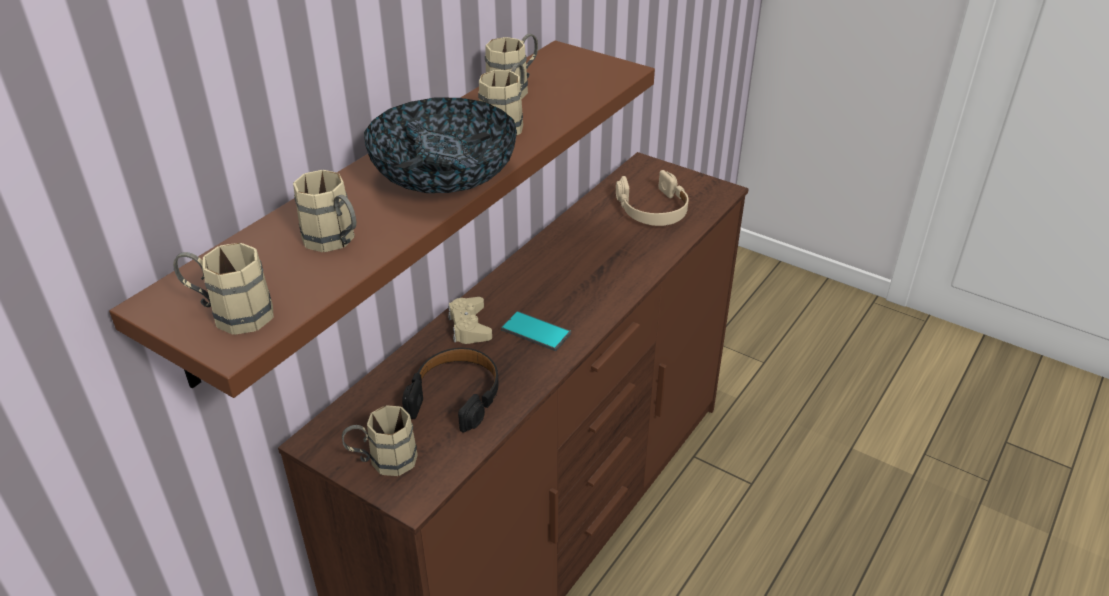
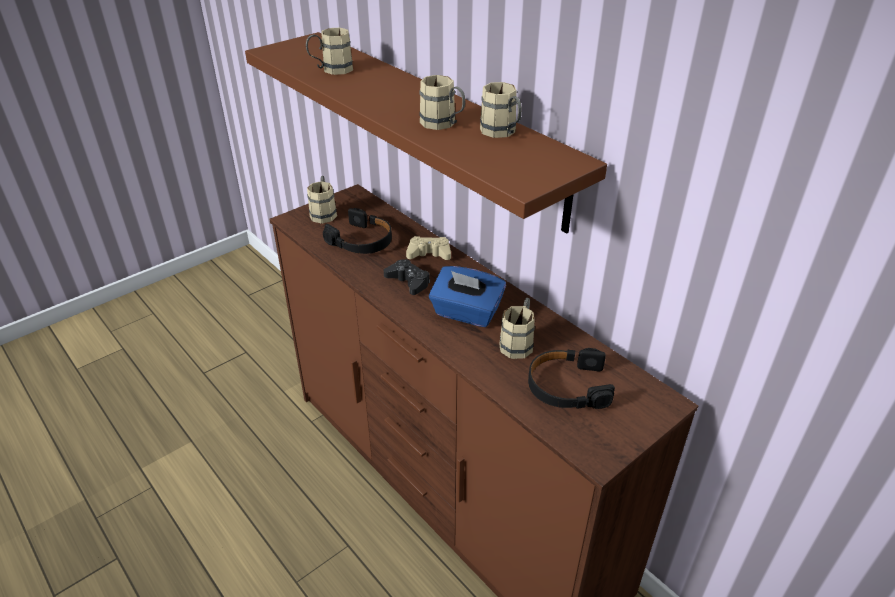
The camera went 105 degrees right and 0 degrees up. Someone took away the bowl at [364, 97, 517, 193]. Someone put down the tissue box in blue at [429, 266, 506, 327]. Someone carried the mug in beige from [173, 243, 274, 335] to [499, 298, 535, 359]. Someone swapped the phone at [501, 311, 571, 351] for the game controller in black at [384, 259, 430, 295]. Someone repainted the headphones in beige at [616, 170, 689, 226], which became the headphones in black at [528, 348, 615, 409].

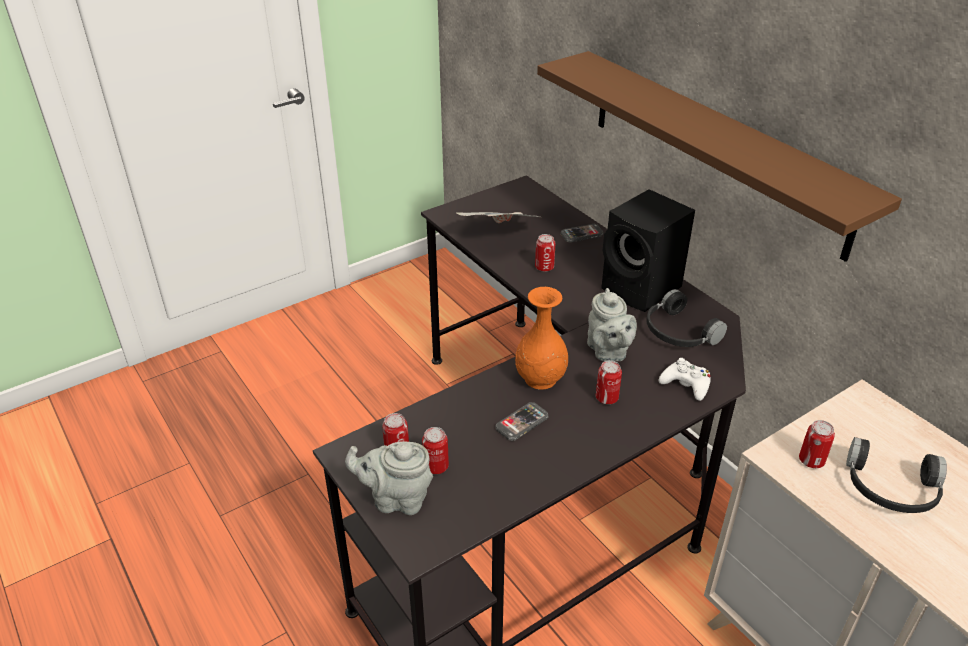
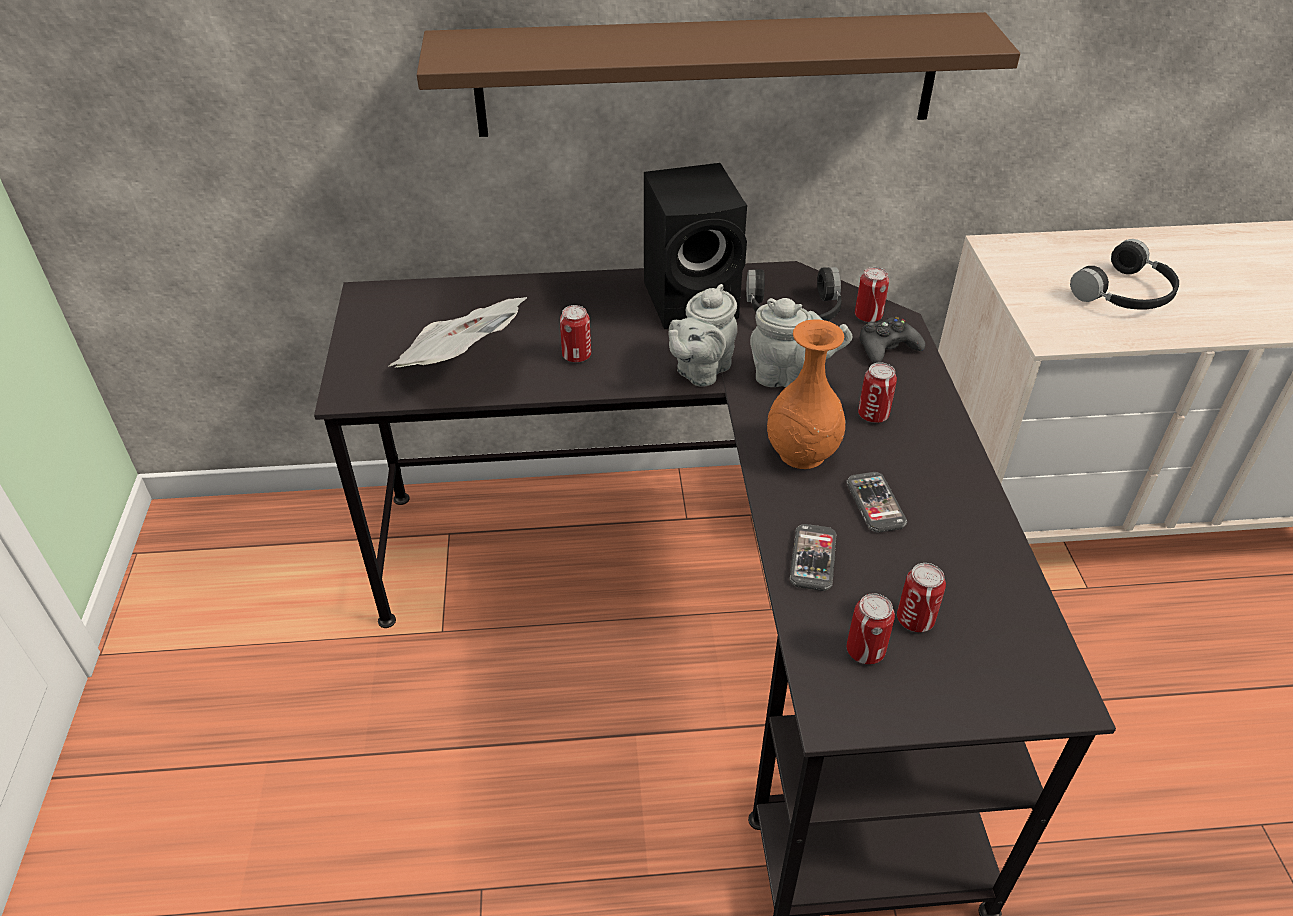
The camera went 60 degrees left and 5 degrees up. Someone carried the teapot in grey from [345, 441, 433, 515] to [669, 284, 737, 386]. Someone carried the phone from [560, 224, 604, 243] to [790, 524, 837, 591]. Someone carried the can from [799, 420, 835, 468] to [855, 267, 889, 322]. Someone repainted the game controller in white at [659, 358, 711, 401], which became the game controller in black at [860, 317, 925, 363].

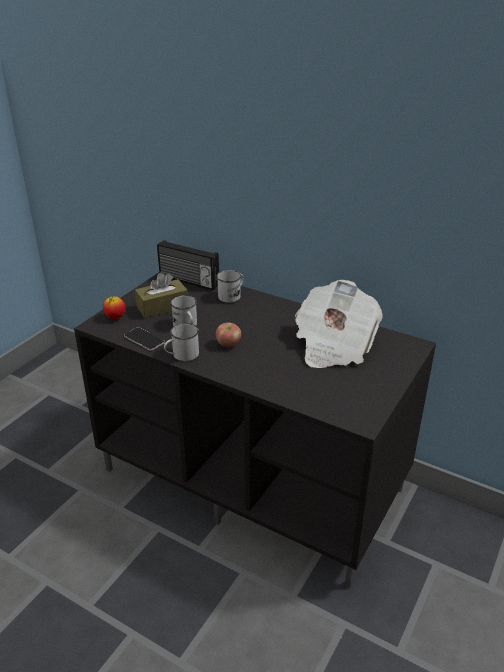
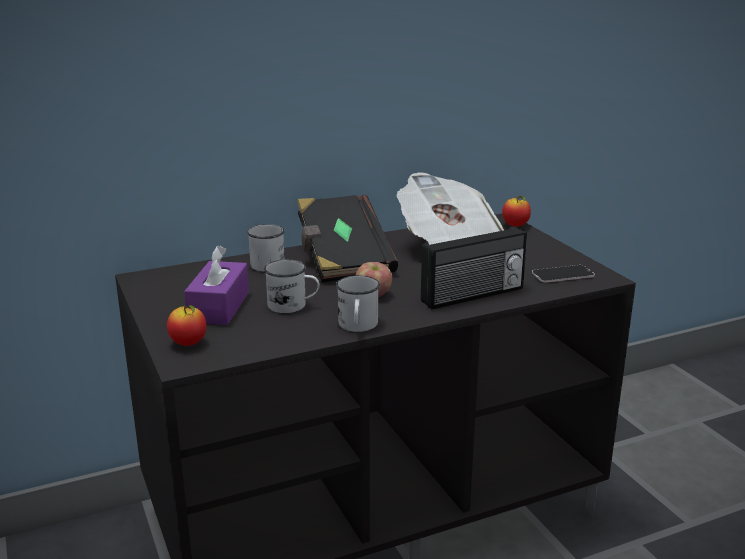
The camera went 55 degrees left and 10 degrees down. Someone put down the book in black at [297, 194, 398, 282]. Someone put down the apple at [502, 196, 531, 227]. Someone carried the phone from [124, 328, 165, 351] to [532, 265, 595, 283]. Someone carried the radio from [157, 240, 219, 290] to [421, 226, 527, 310]. Someone repainted the tissue box in brown at [135, 273, 188, 318], which became the tissue box in purple at [184, 245, 249, 325].

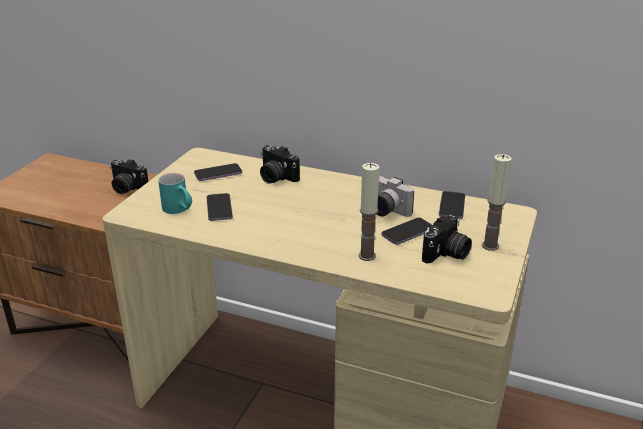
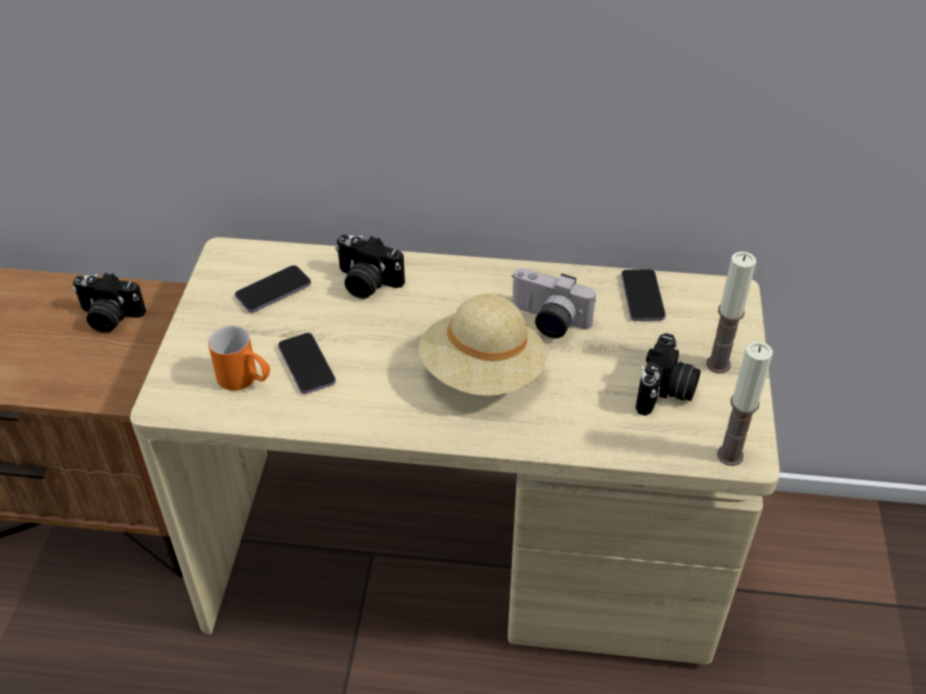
The camera went 15 degrees left and 15 degrees up. Someone took away the phone at [381, 218, 433, 245]. Someone put down the hat in beige at [419, 294, 547, 396]. Someone carried the candle from [359, 163, 379, 261] to [717, 341, 773, 466]. Someone repainted the mug in turquoise at [158, 173, 192, 214], which became the mug in orange at [208, 325, 270, 390].

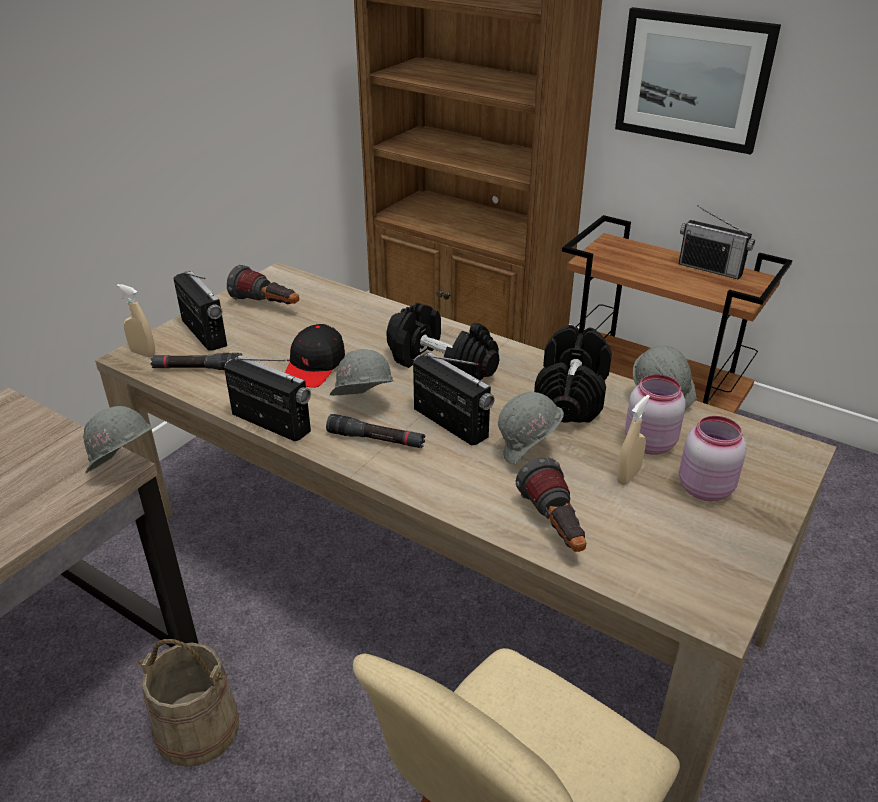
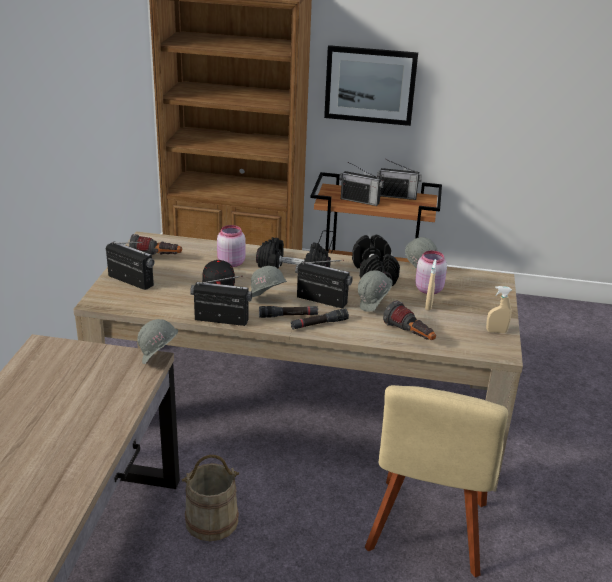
The camera went 25 degrees left and 5 degrees down. Someone put down the radio at [339, 162, 384, 206]. Someone carried the spray bottle in beige from [117, 284, 155, 357] to [486, 286, 512, 333]. Someone carried the flashlight in black from [151, 353, 242, 370] to [291, 308, 349, 329]. Someone carried the jar in pink from [679, 416, 747, 501] to [217, 225, 246, 267].

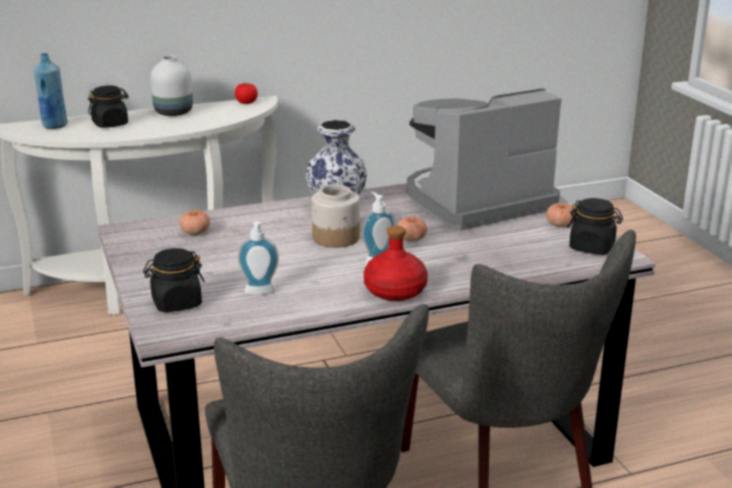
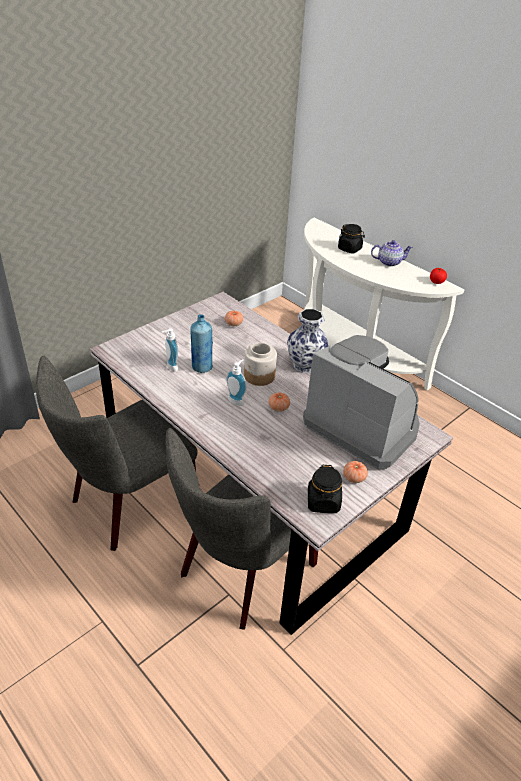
The camera went 65 degrees right and 15 degrees up. Someone took away the jar in black at [143, 248, 205, 312]. Someone took away the bottle in red at [364, 226, 428, 301]. Someone carried the bottle in blue from [34, 53, 68, 129] to [190, 314, 213, 373]. Someone swapped the vase in white at [151, 56, 193, 116] for the teapot at [371, 240, 413, 267].

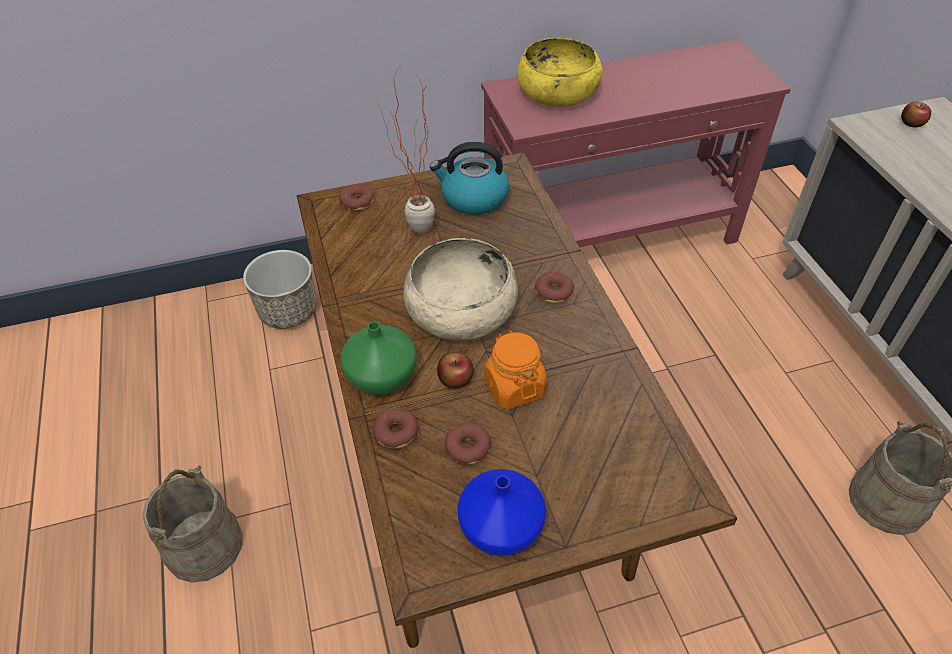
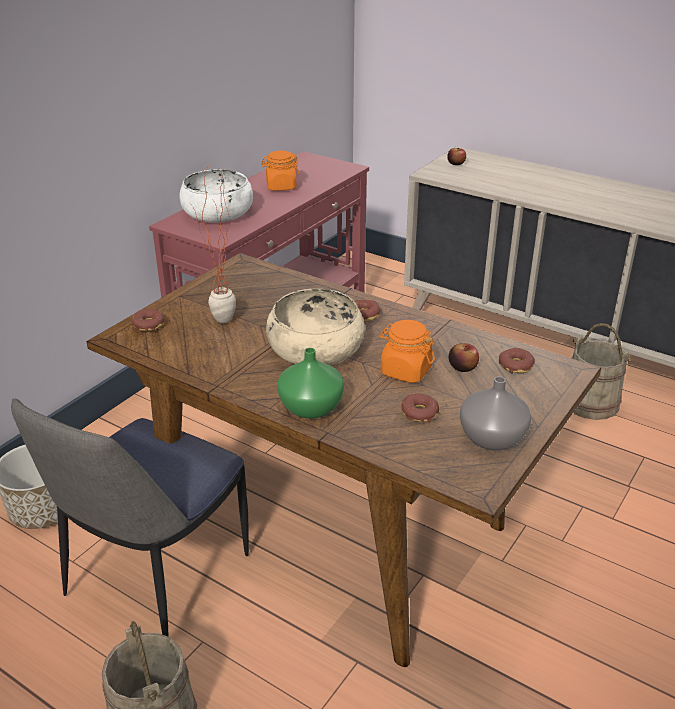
The camera went 40 degrees left and 15 degrees down. Someone took away the kettle at [430, 142, 509, 215]. Someone put down the chair at [11, 398, 249, 637]. Someone put down the jar in orange at [261, 151, 299, 191]. Someone carried the donut from [373, 408, 418, 449] to [499, 348, 535, 374]. Someone carried the apple from [437, 352, 473, 388] to [448, 343, 479, 372]. Someone repainted the vase in blue at [457, 469, 546, 556], which became the vase in grey at [460, 376, 531, 450]. Someone repainted the bowl in yellow at [517, 38, 602, 107], which became the bowl in white at [179, 169, 253, 223].

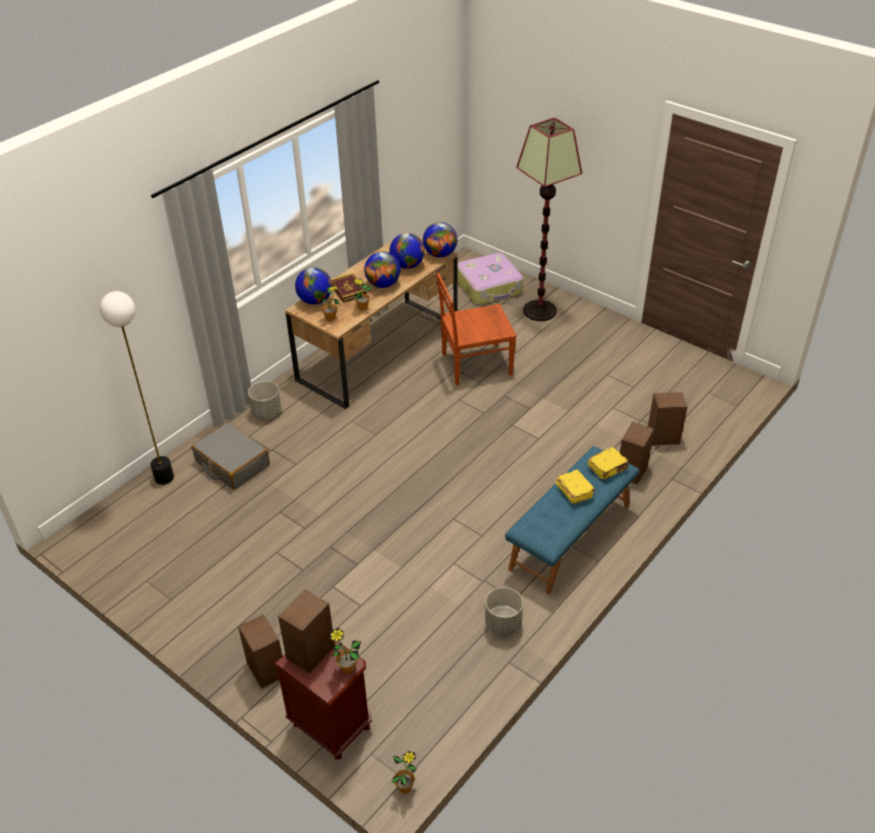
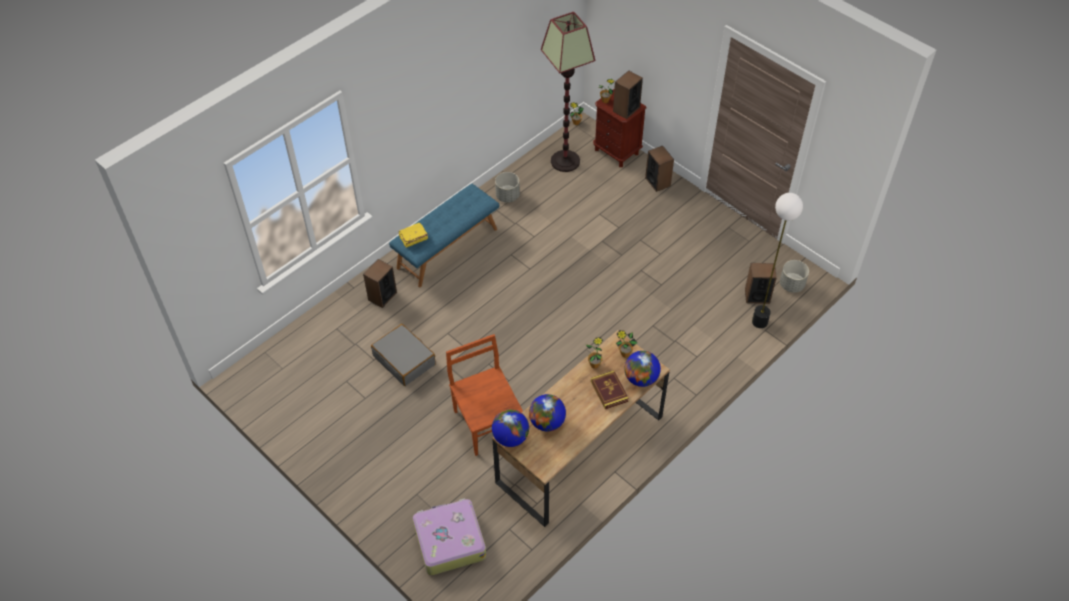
The camera went 175 degrees left and 10 degrees up. Someone took away the globe at [364, 251, 400, 288]. Someone took away the book in yellow at [556, 469, 596, 504]. Someone carried the suitcase in grey from [191, 422, 270, 490] to [371, 324, 436, 386]. Someone carried the planter in grey from [248, 381, 281, 419] to [780, 260, 809, 293]. Someone carried the floor lamp from [516, 118, 582, 321] to [541, 12, 595, 172]. Someone carried the speaker from [648, 392, 687, 445] to [745, 263, 777, 304]. Someone rotated the chair in brown at [437, 273, 517, 385] by 105 degrees counterclockwise.

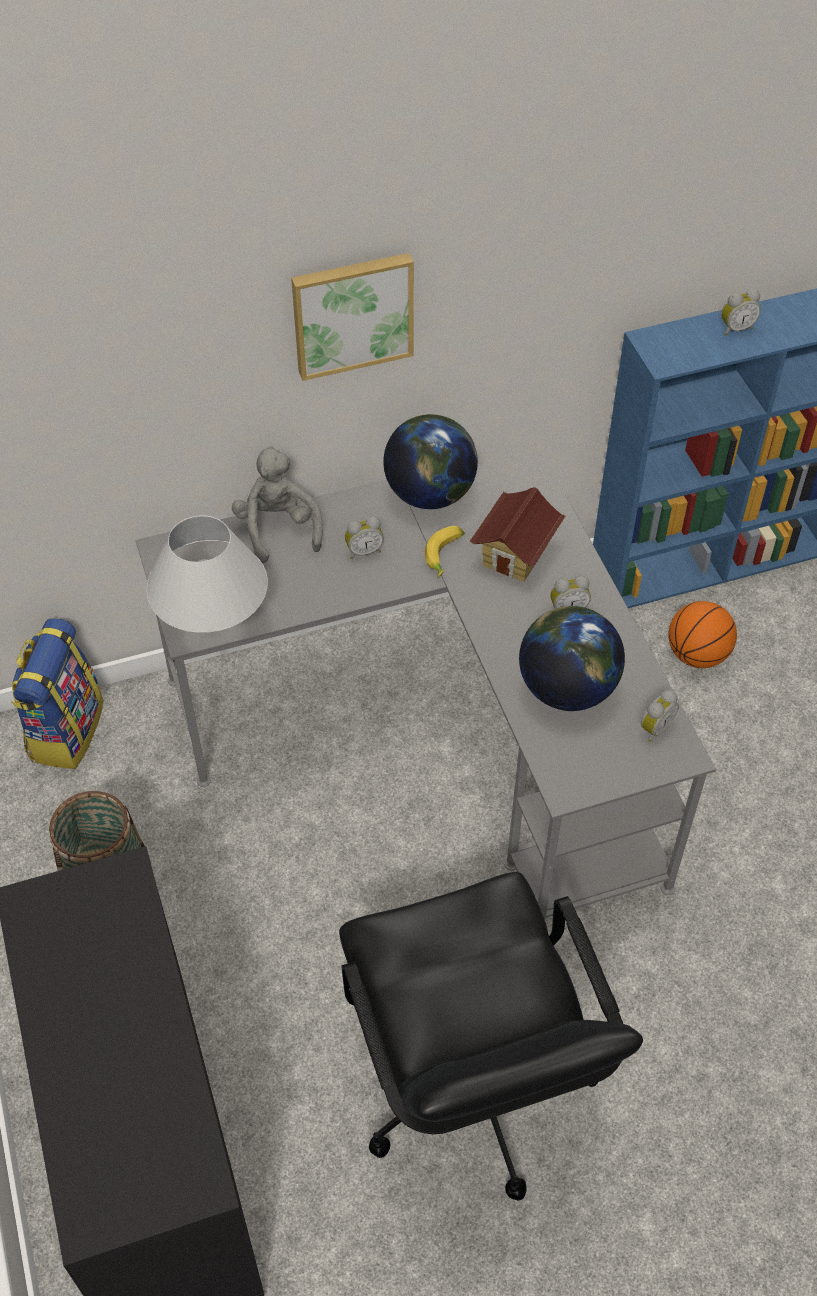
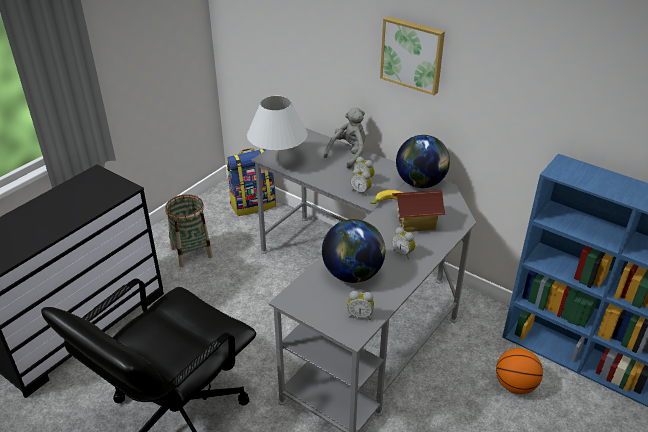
The camera went 55 degrees right and 15 degrees down. Someone carried the alarm clock from [721, 289, 761, 336] to [350, 168, 372, 196].

